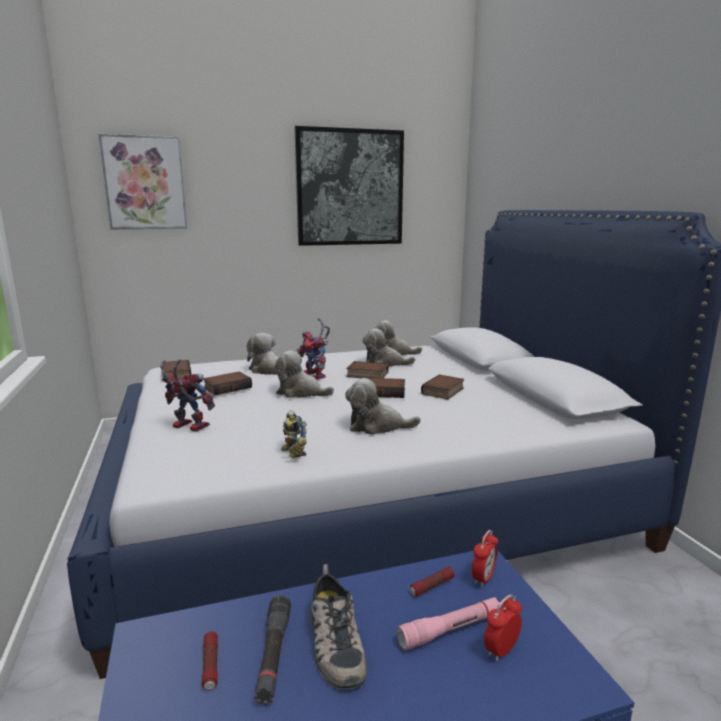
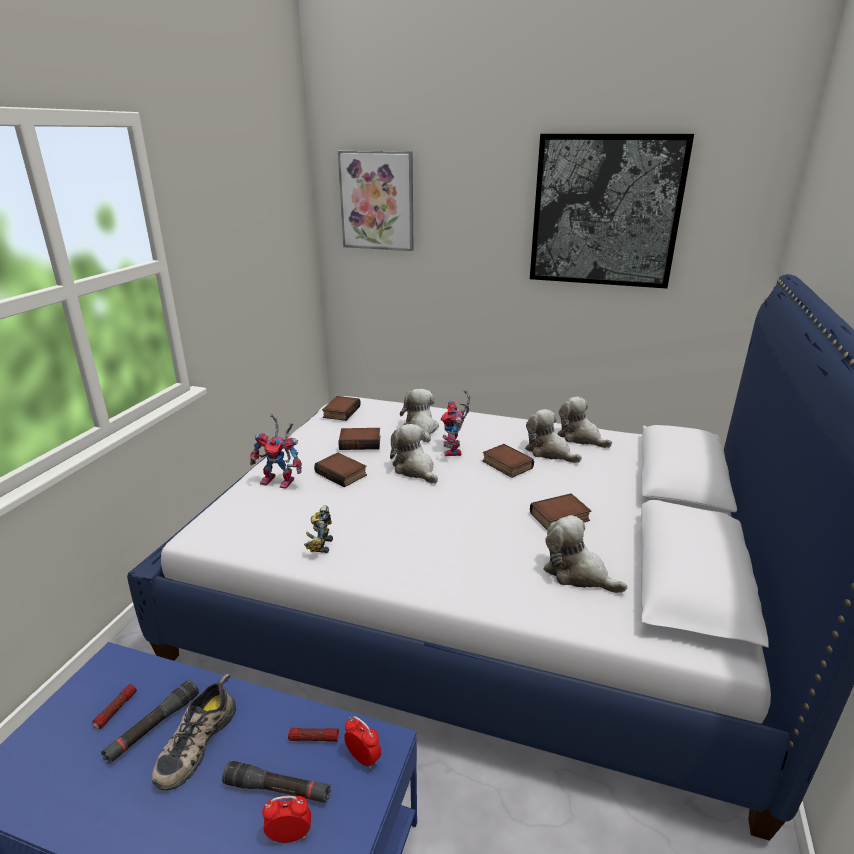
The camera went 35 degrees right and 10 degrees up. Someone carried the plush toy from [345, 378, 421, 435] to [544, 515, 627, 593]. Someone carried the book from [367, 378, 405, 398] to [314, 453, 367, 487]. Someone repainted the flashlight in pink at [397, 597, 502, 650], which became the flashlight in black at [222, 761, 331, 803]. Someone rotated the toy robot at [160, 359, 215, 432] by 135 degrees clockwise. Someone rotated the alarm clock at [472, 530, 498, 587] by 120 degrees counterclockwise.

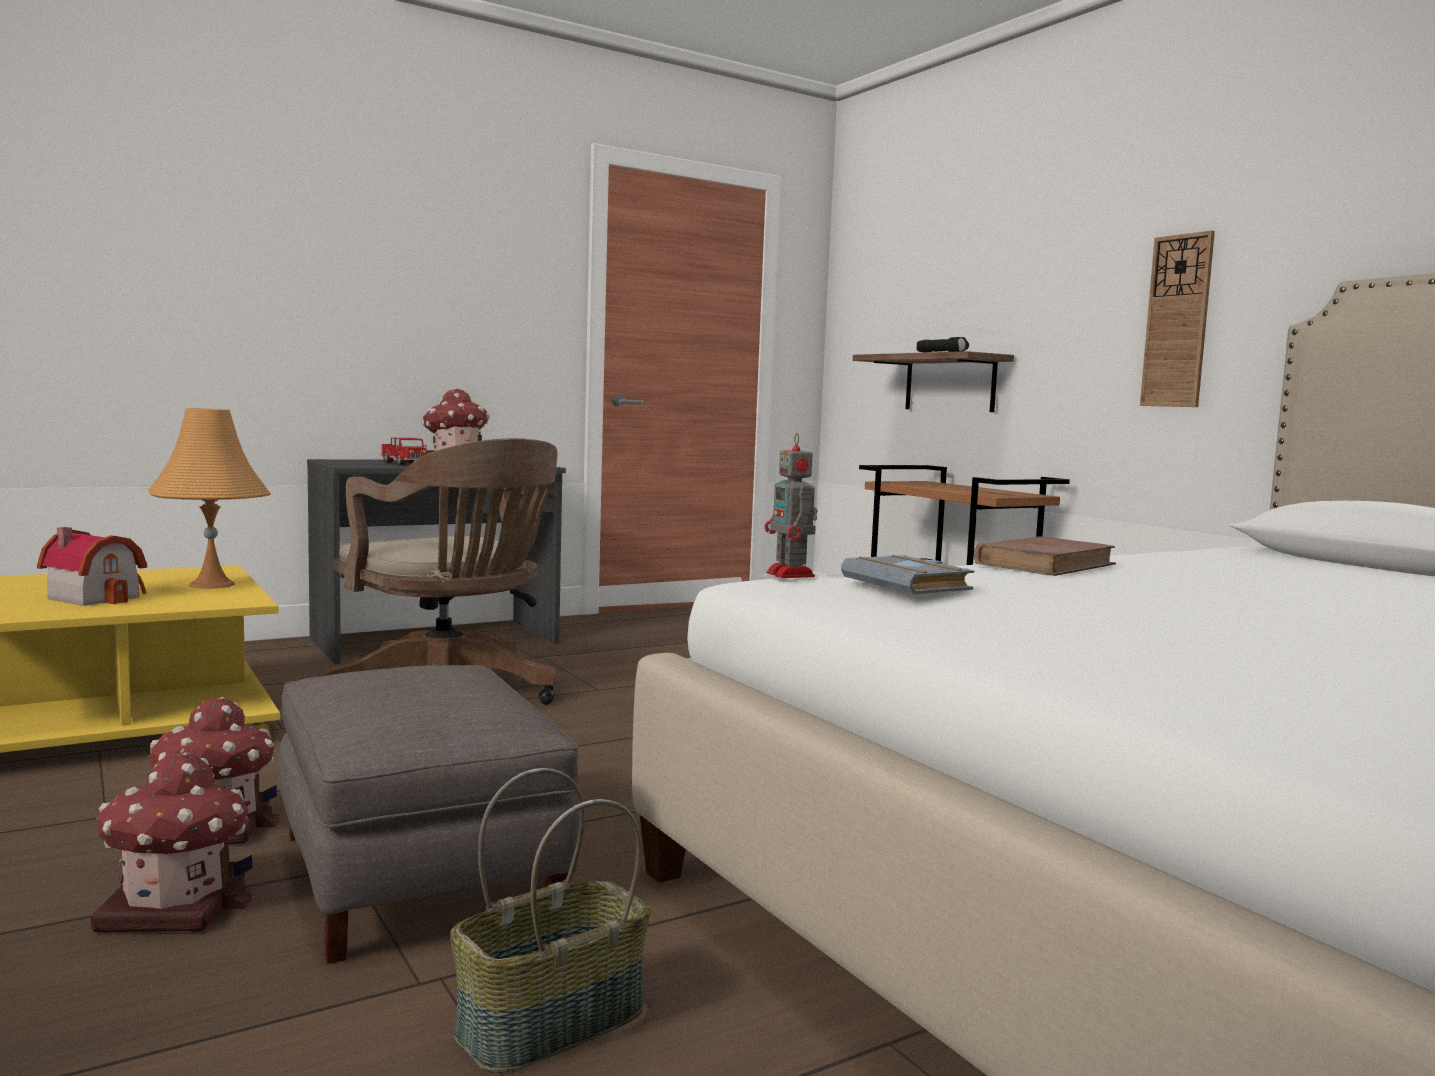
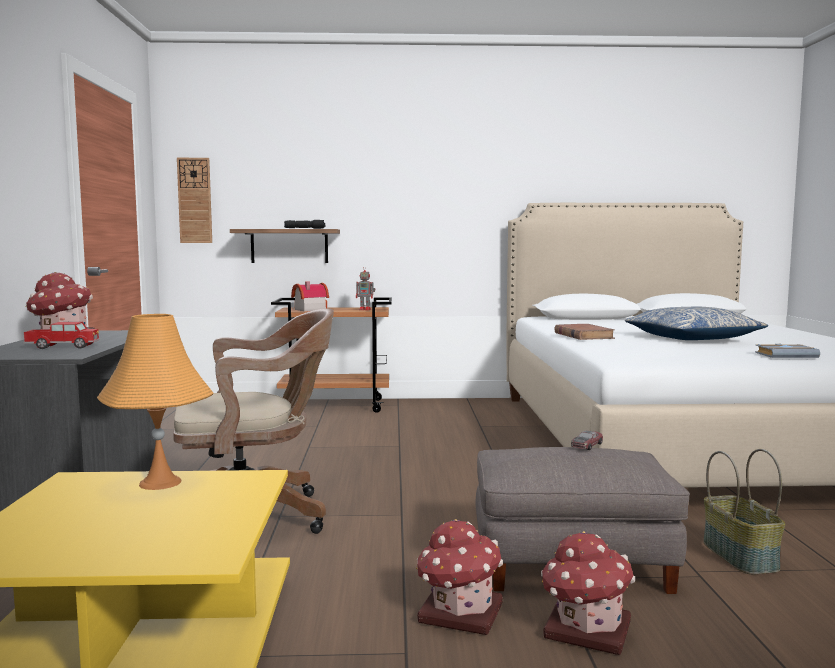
The camera went 60 degrees left and 0 degrees up. Someone put down the toy car at [571, 431, 603, 450]. Someone put down the pillow at [625, 307, 768, 340]. Someone carried the toy house from [37, 527, 147, 606] to [291, 282, 329, 312]. Someone carried the toy robot from [765, 433, 817, 578] to [356, 267, 375, 310]. Someone carried the book in grey from [841, 555, 974, 594] to [755, 344, 820, 358]. Someone carried the wall clock from [1140, 230, 1215, 407] to [177, 158, 212, 243].

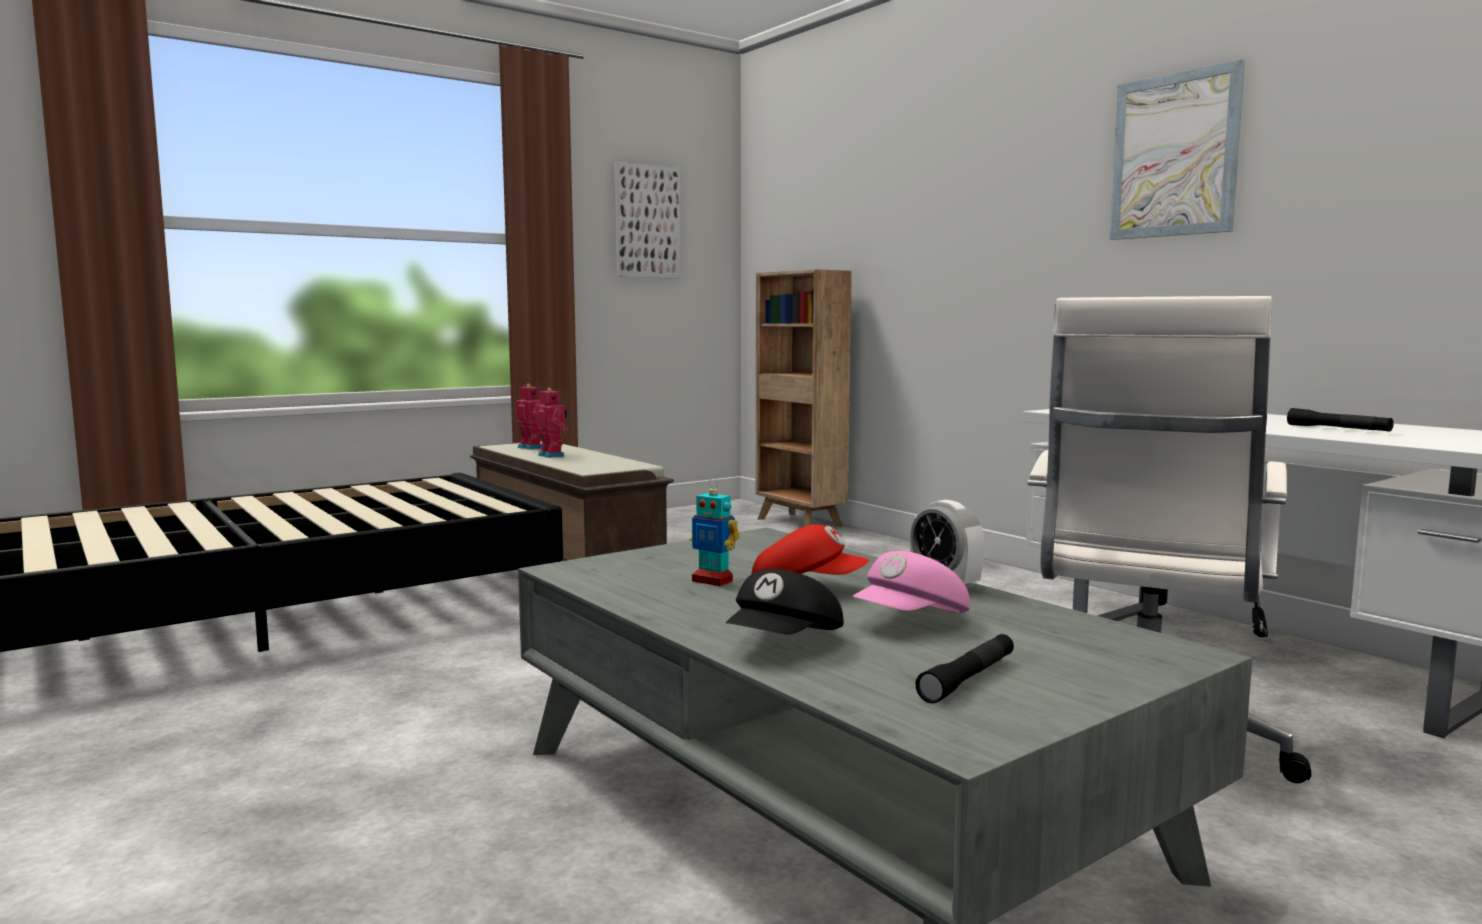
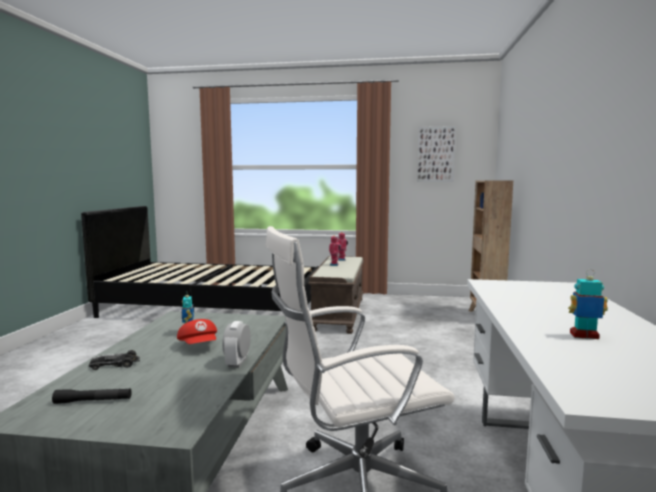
The camera went 45 degrees right and 0 degrees up. Someone took away the cap in pink at [852, 551, 970, 613]. Someone took away the picture at [1109, 59, 1245, 240]. Someone swapped the cap in black at [726, 569, 844, 634] for the toy car at [89, 350, 140, 370]. Someone swapped the flashlight in black at [1287, 408, 1394, 432] for the toy robot at [568, 269, 608, 339].

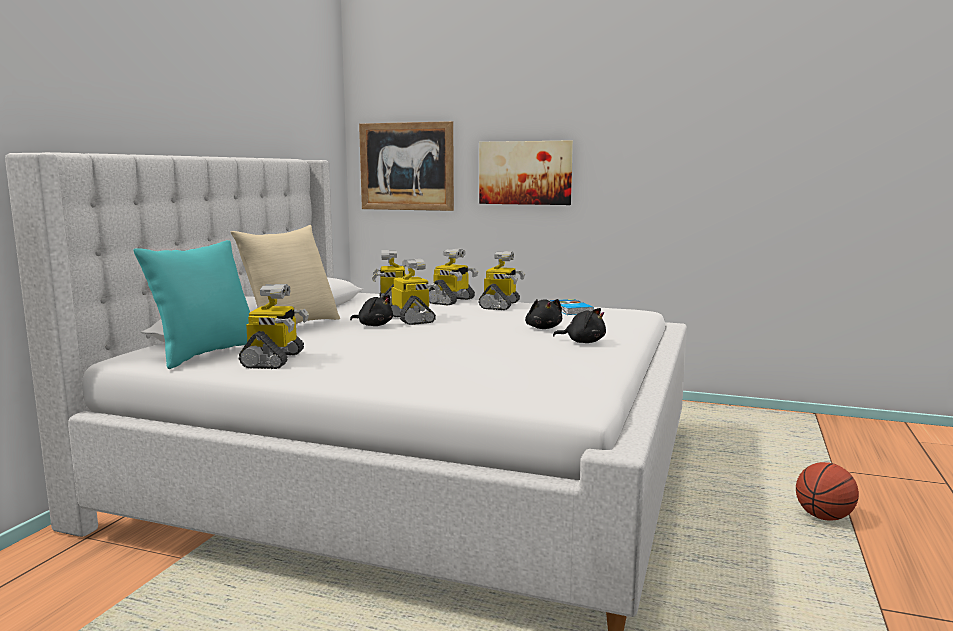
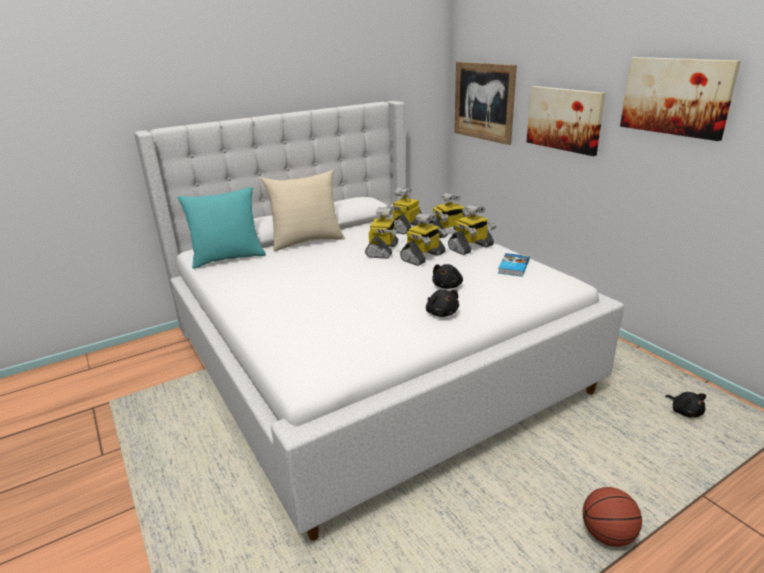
The camera went 40 degrees right and 15 degrees up. Someone put up the picture at [620, 57, 741, 141]. Someone carried the toy robot from [239, 284, 309, 369] to [400, 212, 448, 266]. Someone carried the plush toy in black from [350, 295, 393, 326] to [665, 392, 706, 417].

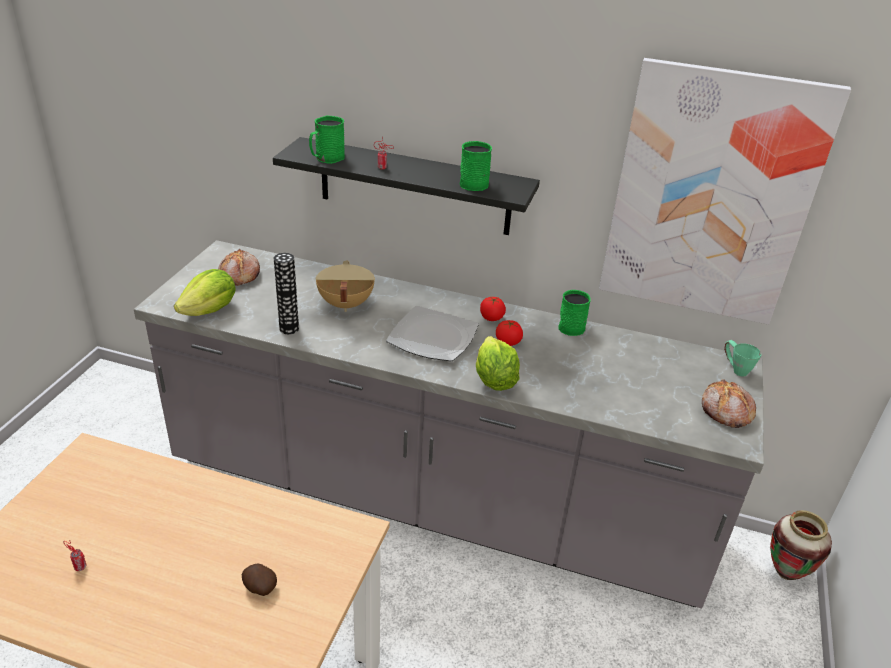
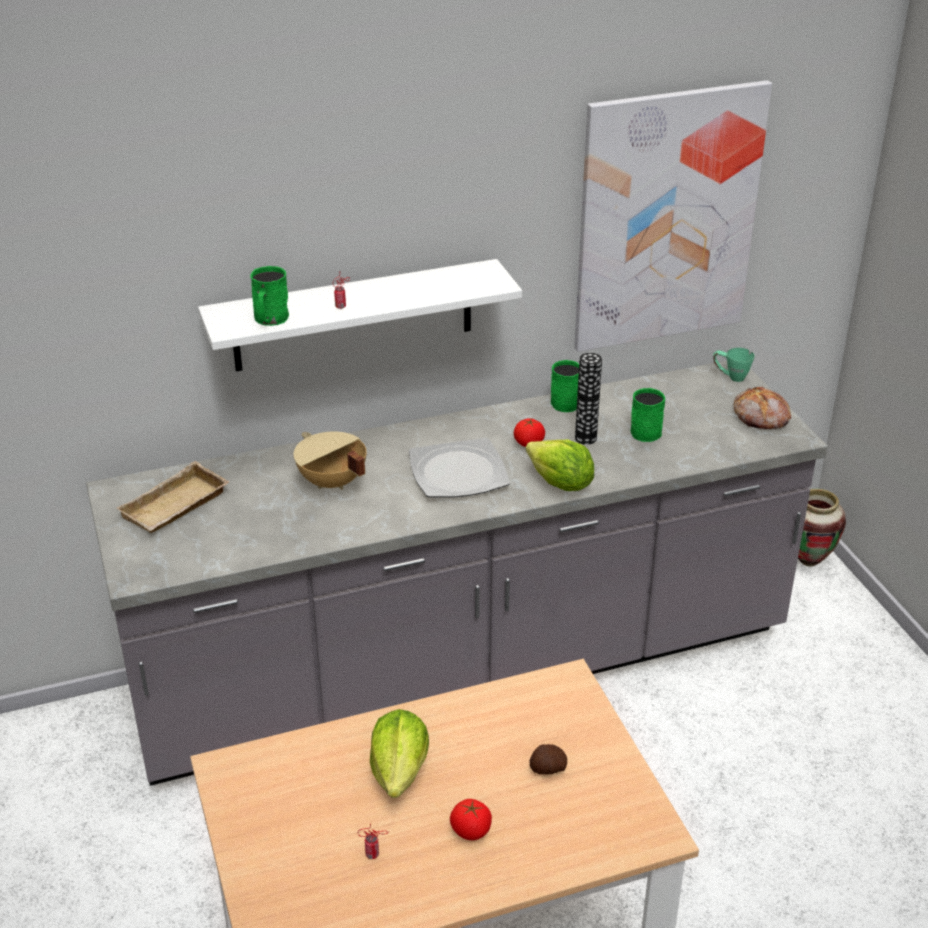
The camera went 35 degrees left and 0 degrees up. Someone carried the lettuce from [174, 269, 236, 316] to [370, 709, 429, 798]. Someone carried the vase from [274, 253, 299, 334] to [575, 353, 602, 445]. Someone carried the mug in green from [459, 141, 492, 191] to [631, 388, 665, 442]. Someone carried the tomato from [480, 297, 506, 321] to [450, 799, 492, 840]. Someone swapped the bread at [218, 249, 260, 286] for the tray in beige at [117, 461, 229, 533]. Someone repainted the shelf in black at [273, 137, 540, 235], which became the shelf in white at [198, 259, 522, 372].

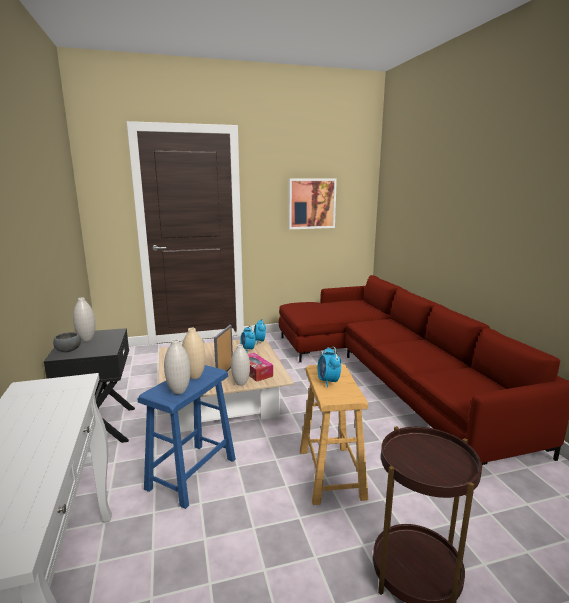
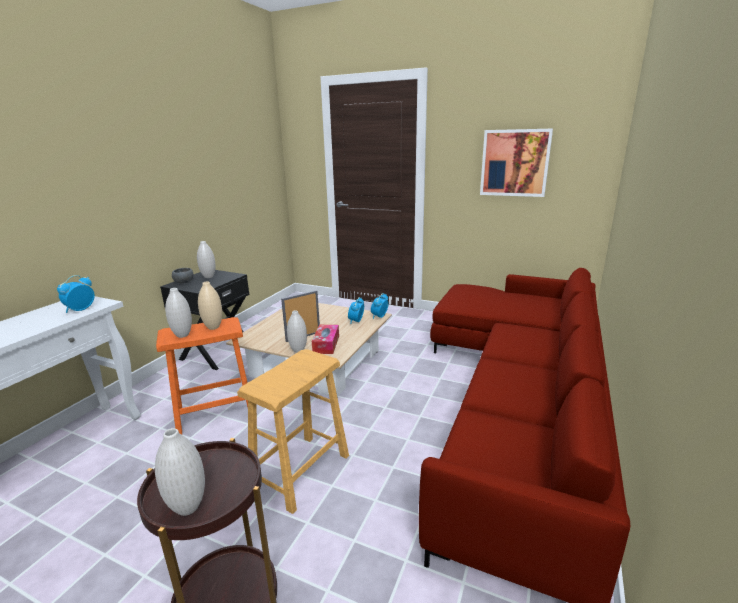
The camera went 40 degrees right and 5 degrees up. Someone put down the vase in white at [155, 428, 205, 516]. Someone carried the alarm clock from [317, 346, 341, 387] to [57, 275, 95, 313]. Someone repainted the stool in blue at [137, 365, 236, 509], which became the stool in orange at [156, 317, 248, 435].

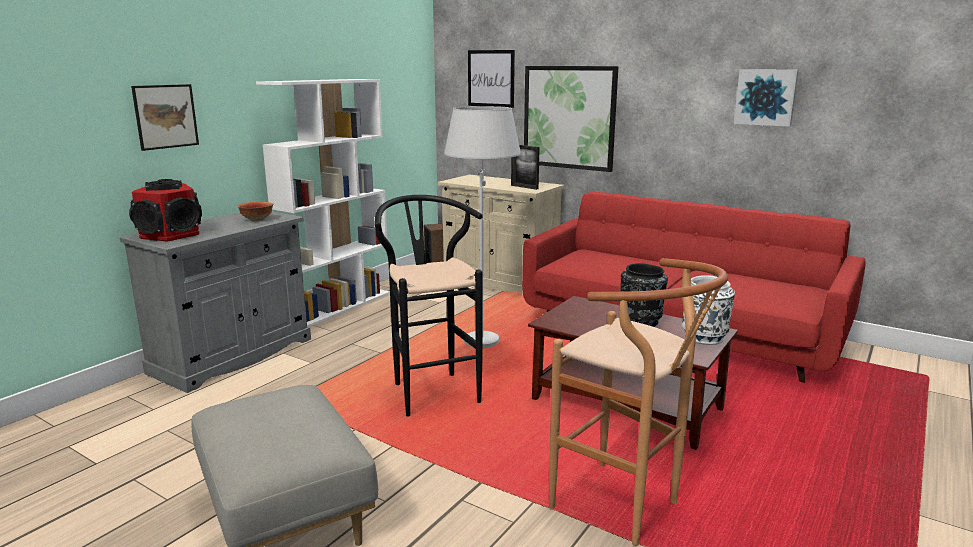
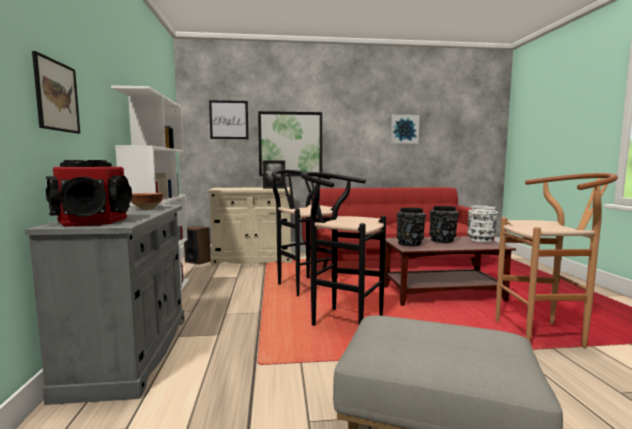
The camera went 40 degrees left and 10 degrees down. Someone put down the vase in black at [396, 208, 426, 246]. Someone swapped the floor lamp in white at [444, 106, 521, 348] for the stool in black at [272, 170, 334, 296].

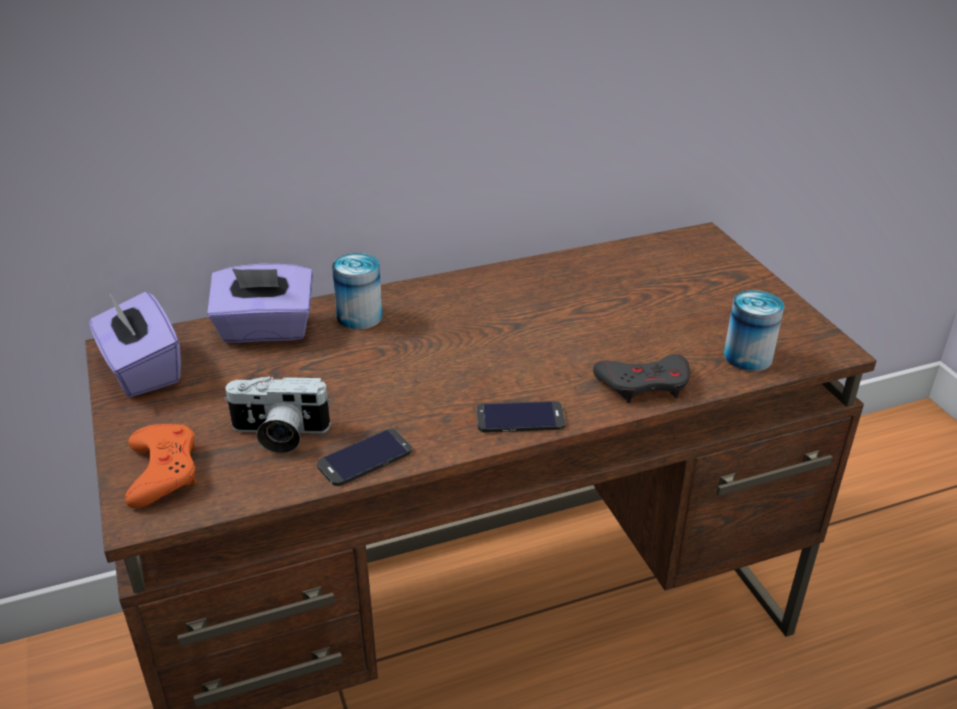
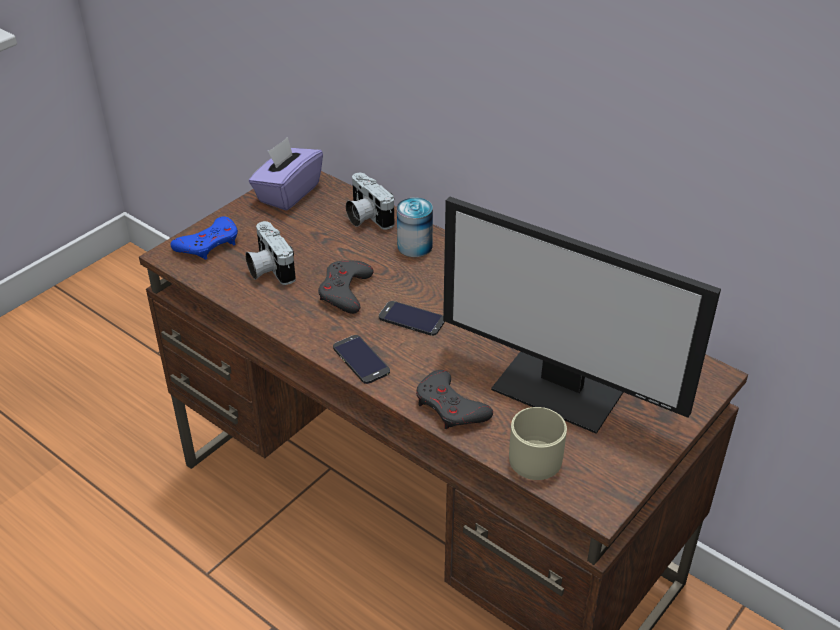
The camera went 60 degrees right and 5 degrees up. Someone put down the game controller in grey at [318, 260, 374, 314]. Someone put down the monitor at [443, 196, 721, 434]. Someone carried the phone from [317, 429, 412, 486] to [379, 301, 445, 336]. Someone swapped the tissue box in purple at [207, 264, 313, 343] for the photo camera at [346, 173, 394, 229]. Someone swapped the can at [724, 290, 784, 372] for the mug in beige at [509, 407, 567, 480]. Someone repainted the game controller in orange at [125, 424, 197, 508], which became the game controller in blue at [171, 216, 238, 260].

